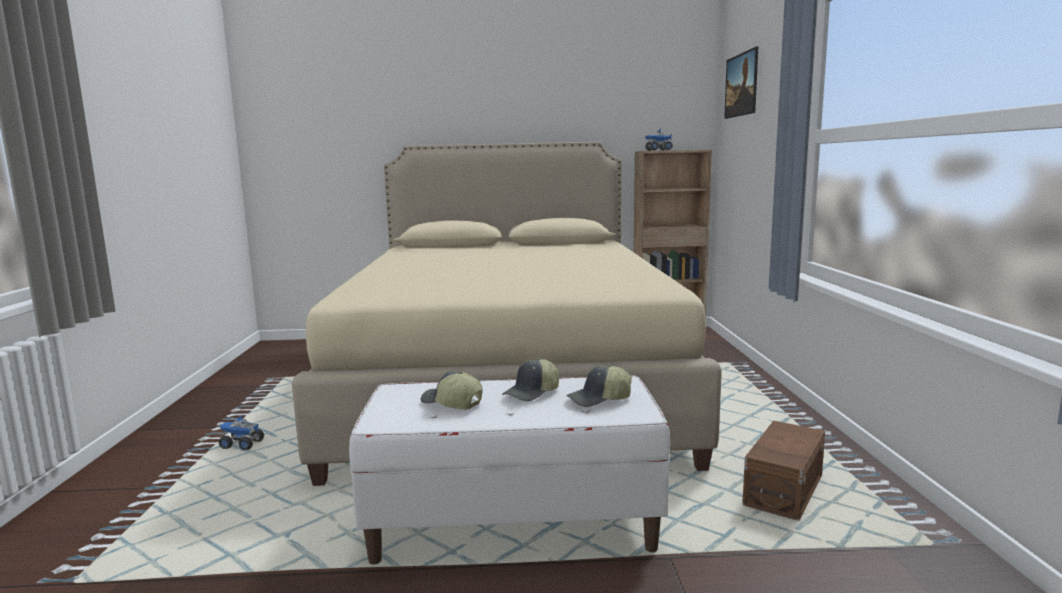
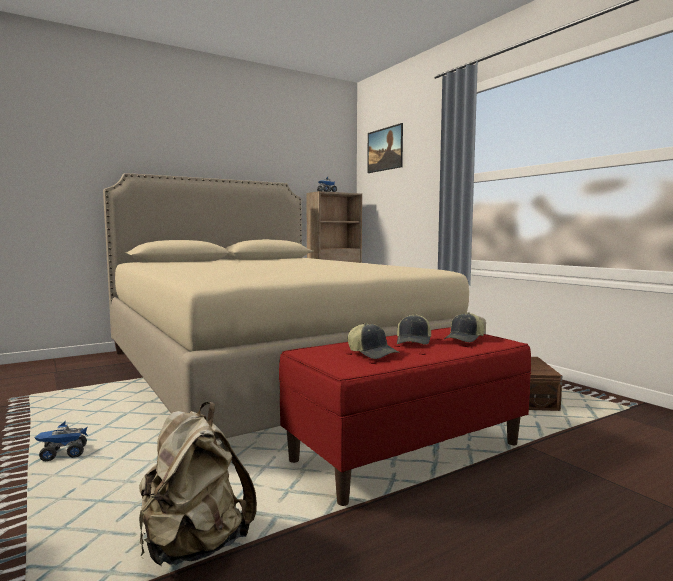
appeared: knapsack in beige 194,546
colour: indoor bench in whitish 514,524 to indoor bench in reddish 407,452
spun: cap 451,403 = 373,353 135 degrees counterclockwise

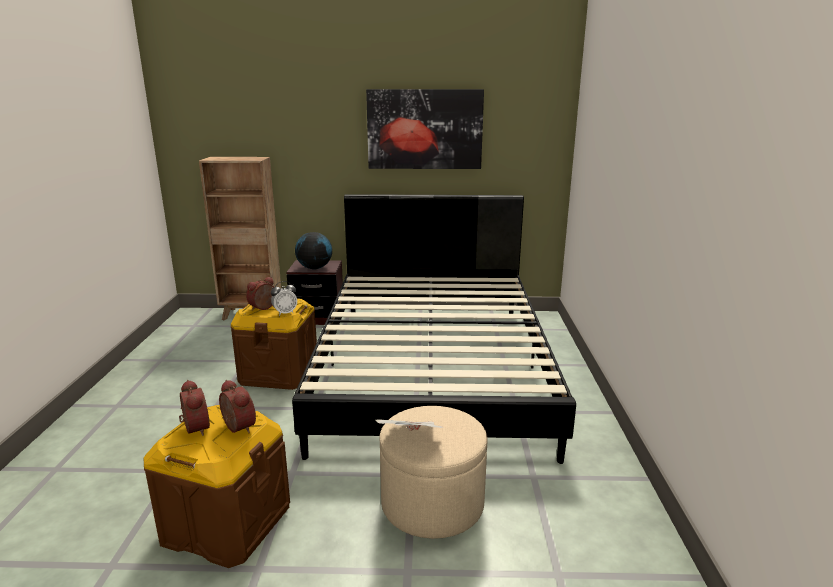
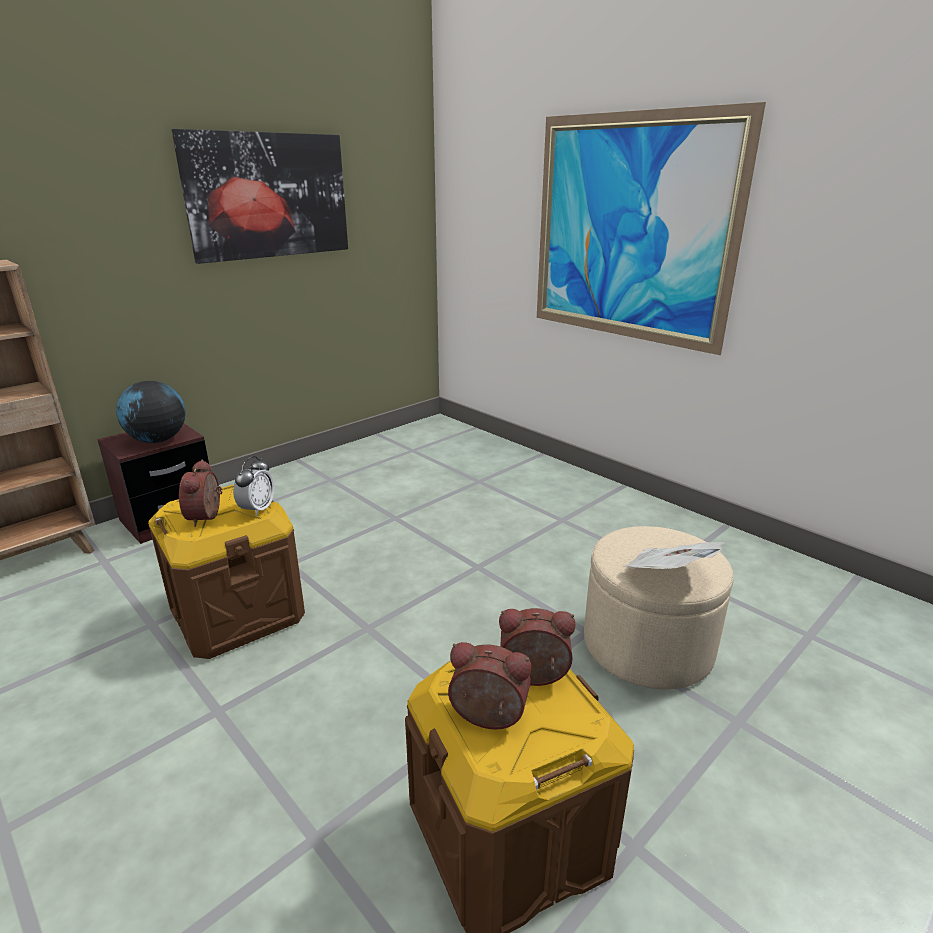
missing: bedroom bed in black-coloured 433,368
appeared: picture 629,230

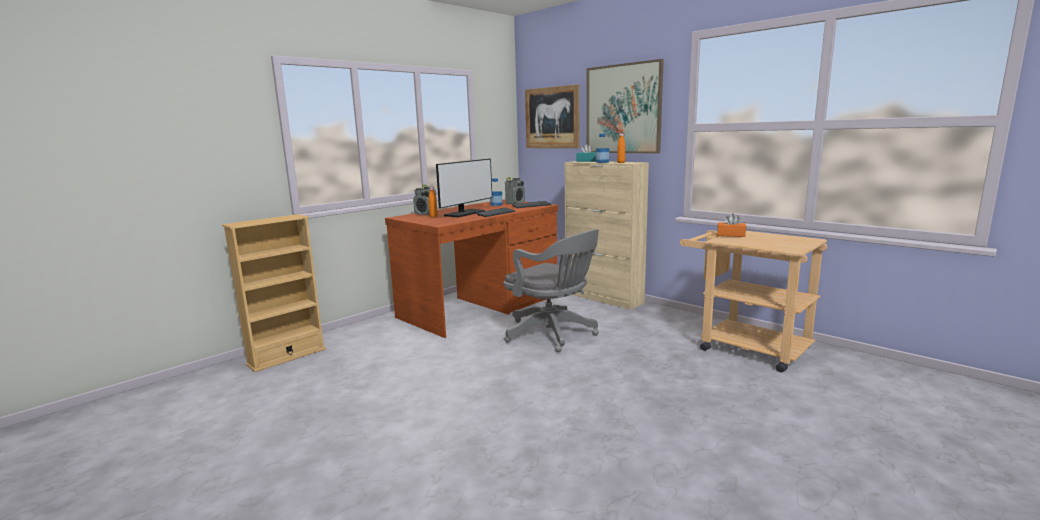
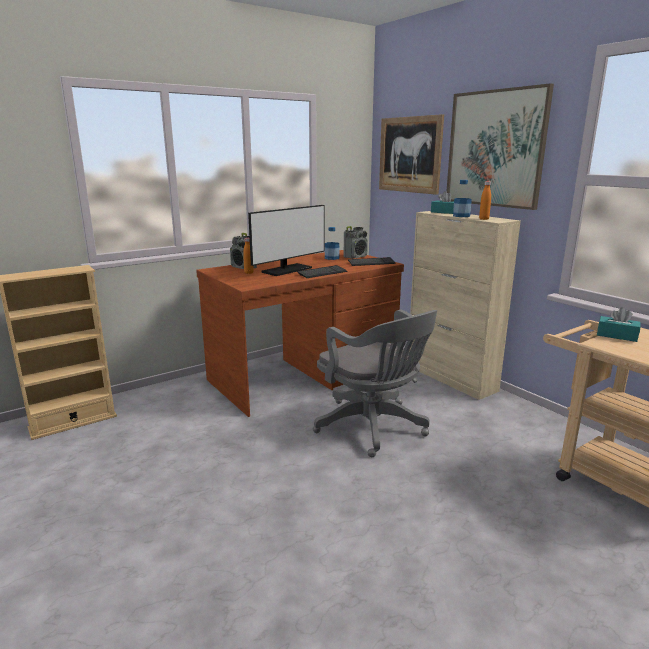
colour: box of tissues in orangey 731,235 to box of tissues in blue-green 617,335

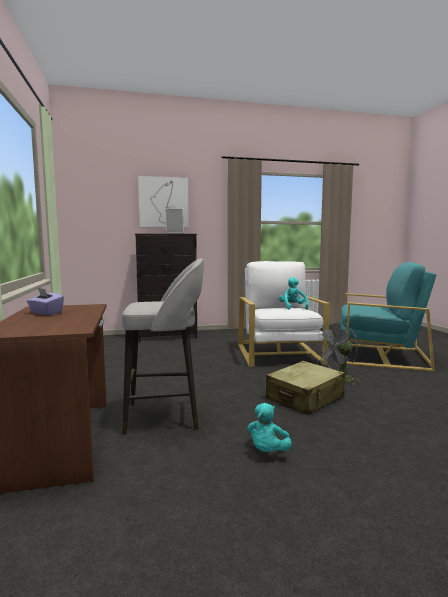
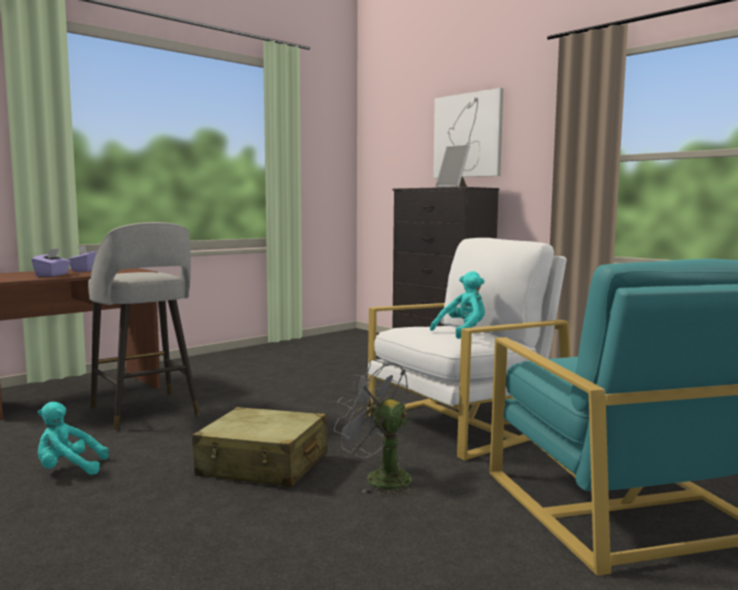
appeared: box of tissues in purplish 52,275

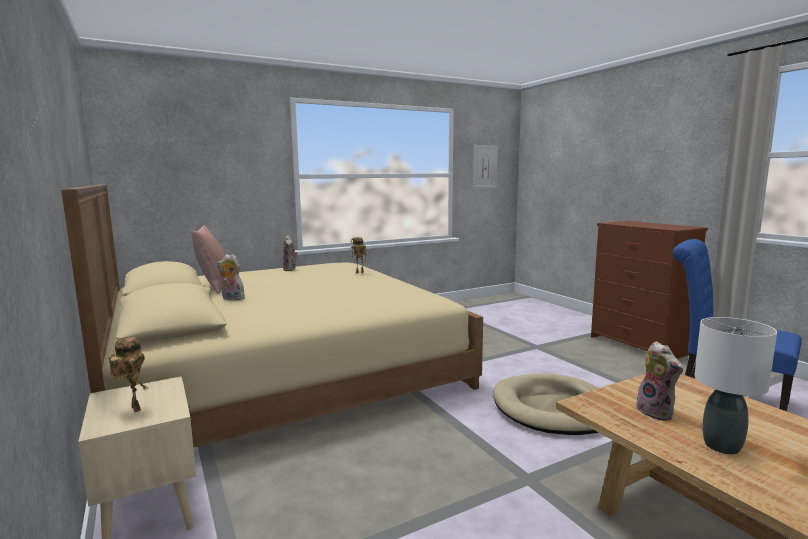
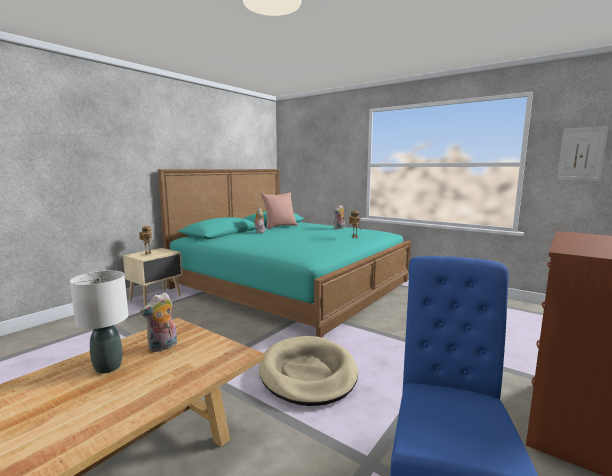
colour: bedroom bed in beige 282,370 to bedroom bed in blue-green 291,284

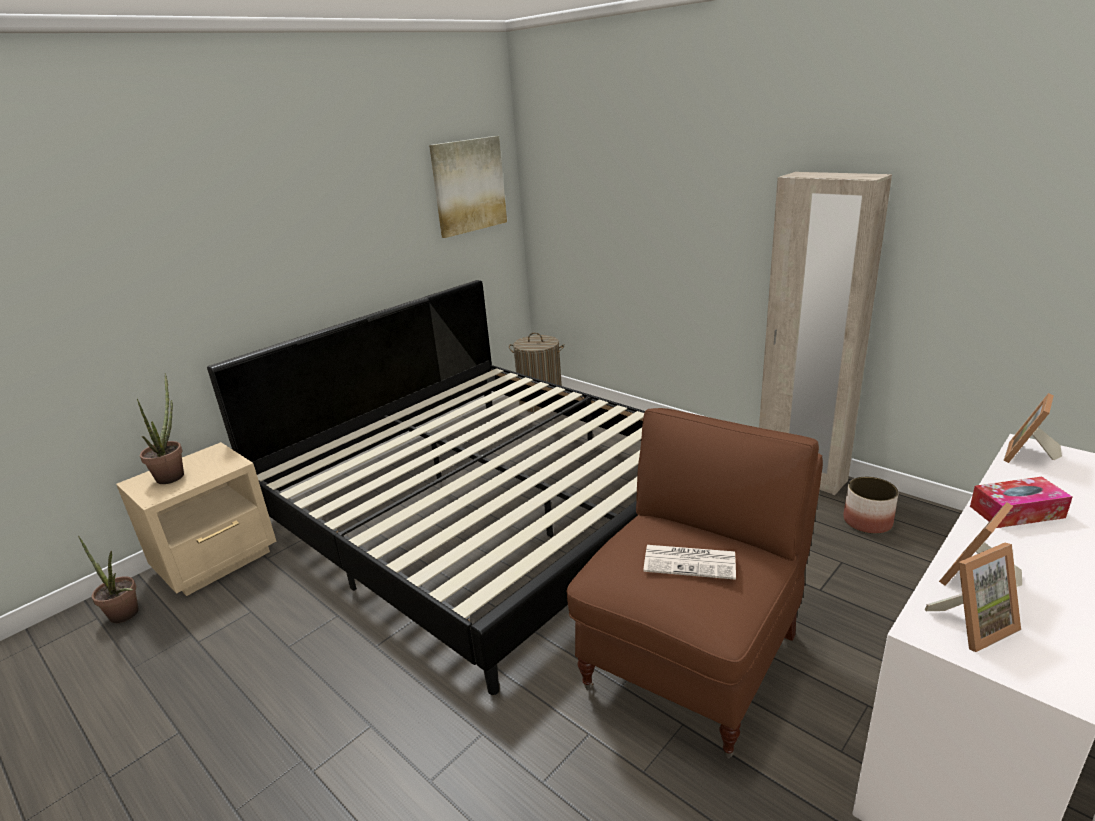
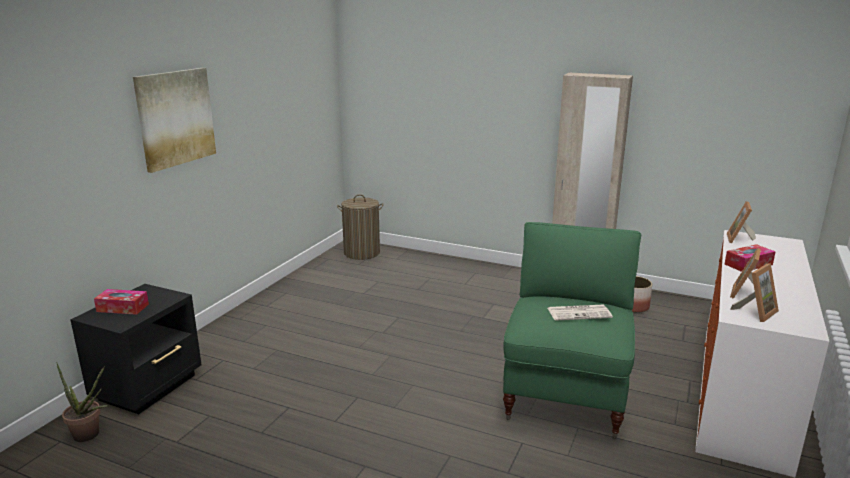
missing: bedroom bed 490,506
relocated: picture 468,186 to 175,118
exchanged: houseplant 173,474 to box of tissues 122,308
colour: night table in beige 218,561 to night table in black-coloured 150,387; armchair in brown 693,660 to armchair in green-coloured 566,394

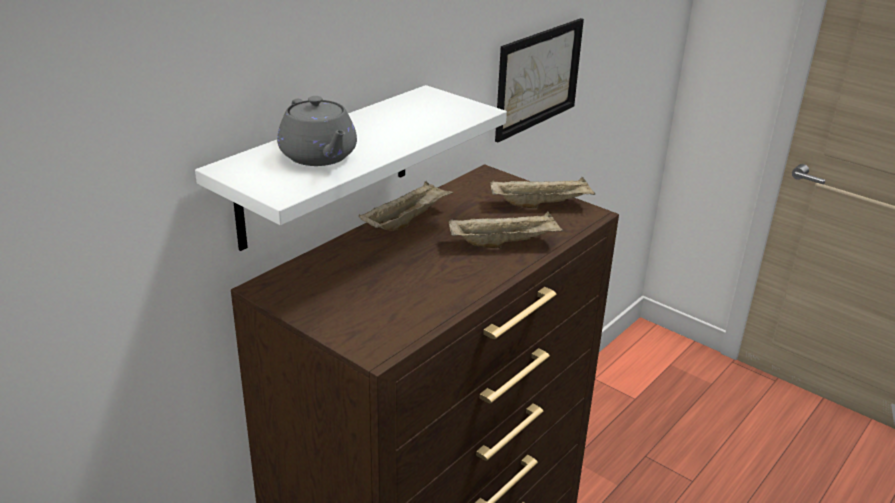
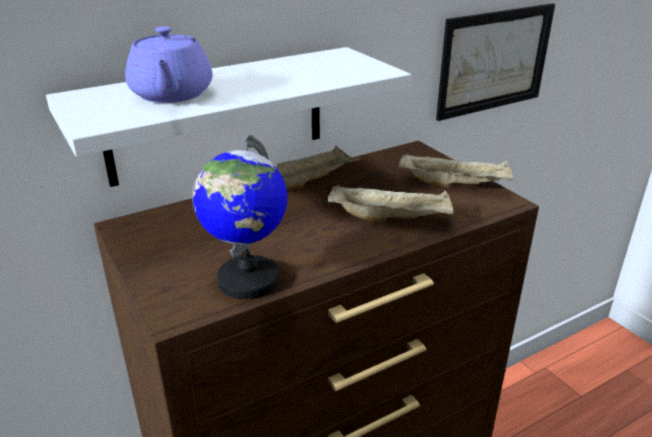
appeared: globe 247,280
colour: teapot in gray 319,156 to teapot in purplish 171,95

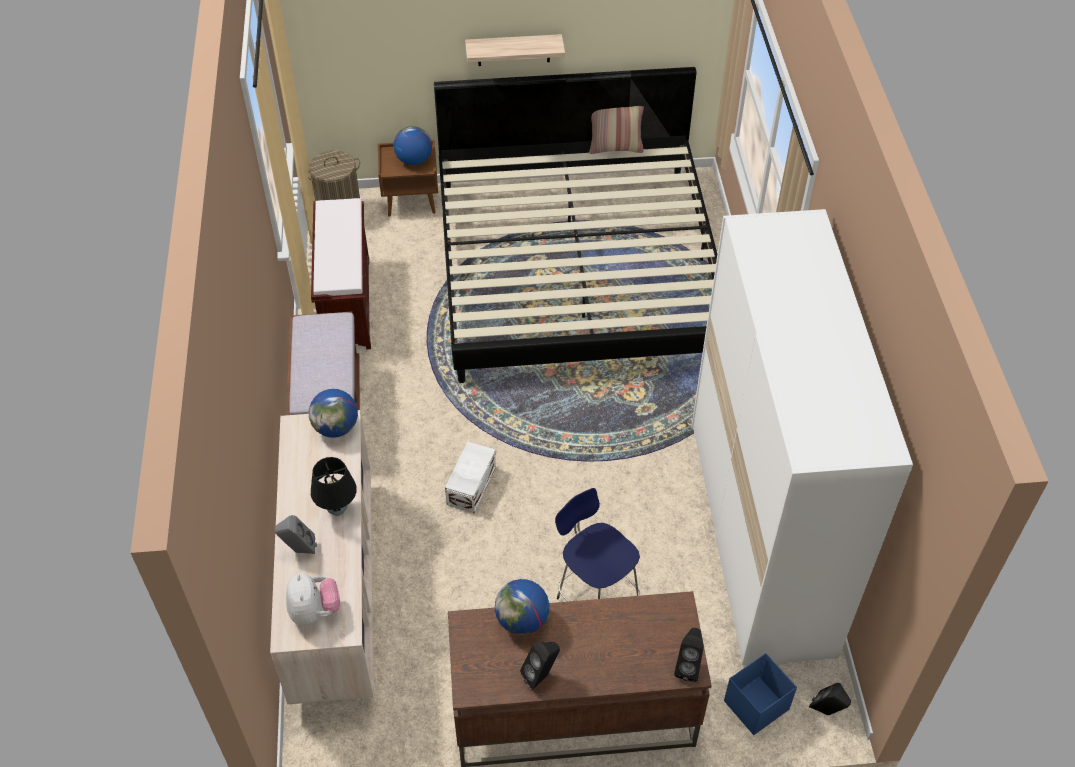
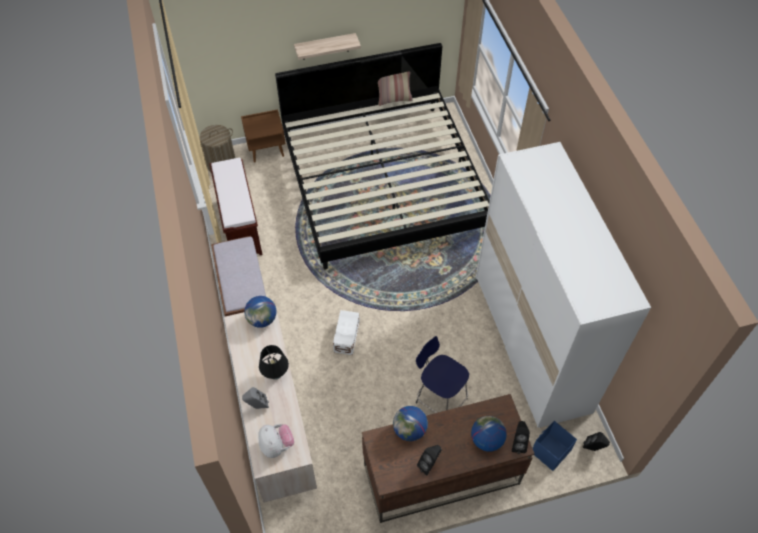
relocated: globe 414,160 to 486,440

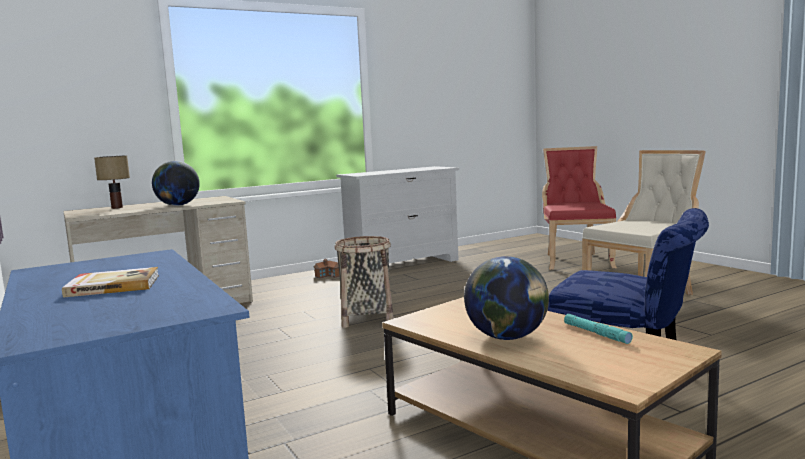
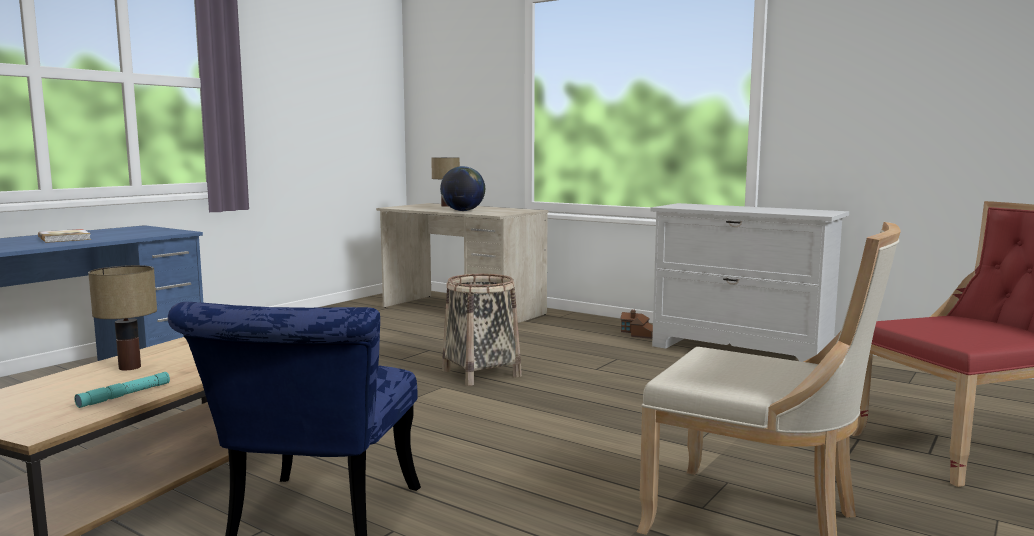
exchanged: globe 507,337 to table lamp 129,367

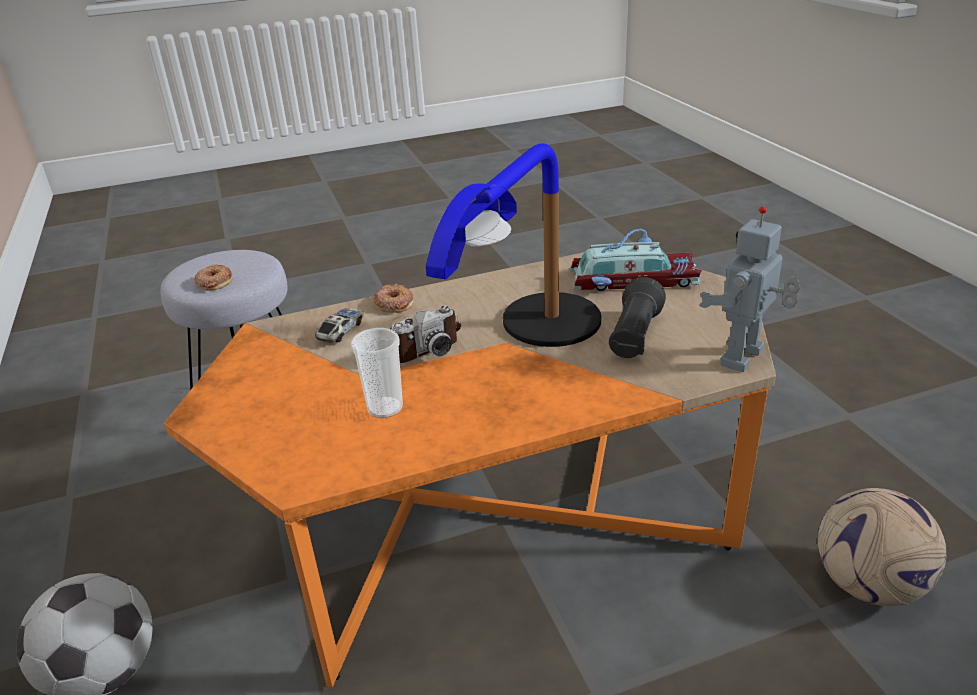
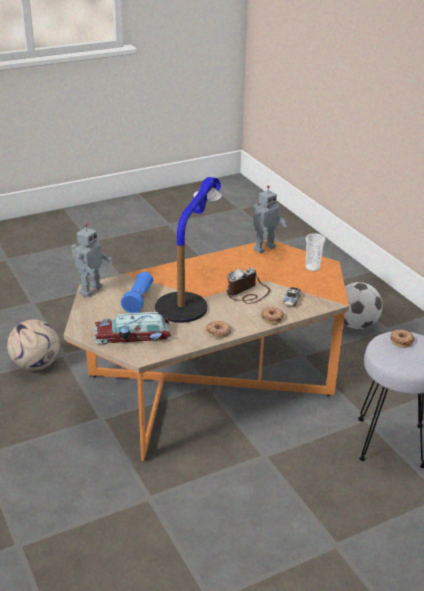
appeared: ring doughnut 218,332; toy robot 263,248
relocated: small cup 385,408 to 312,268
colour: hand torch in black-coloured 634,337 to hand torch in bluish 139,299

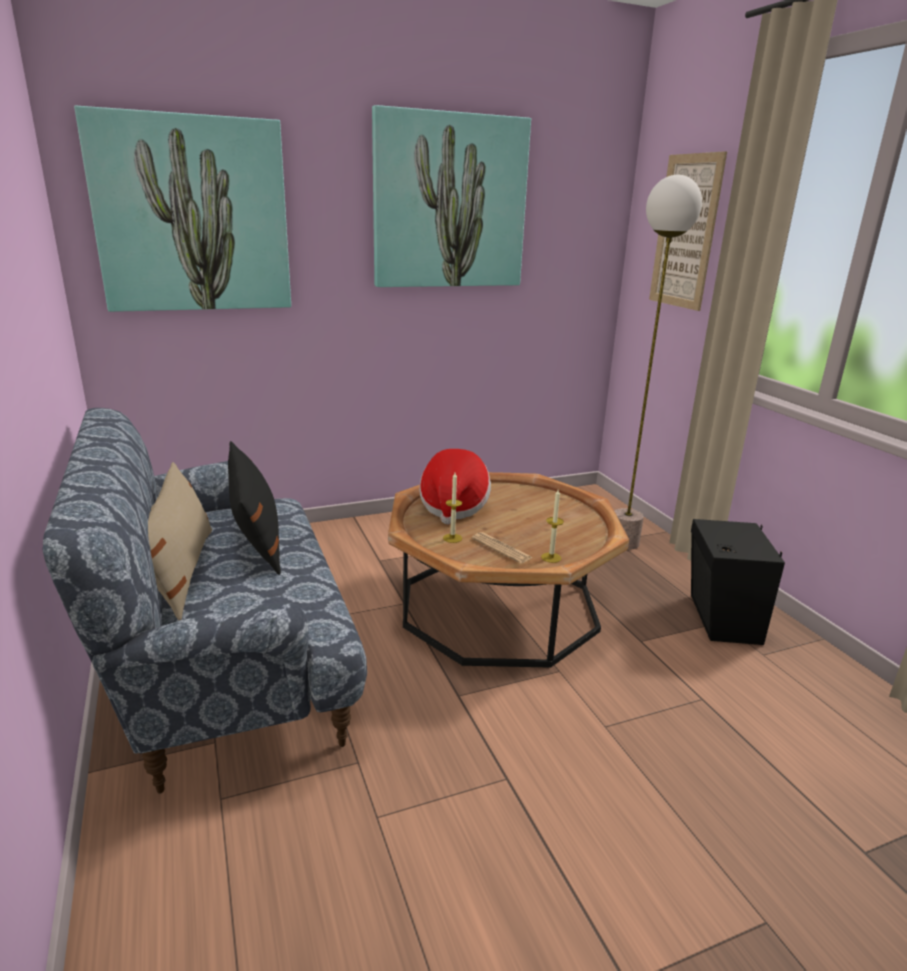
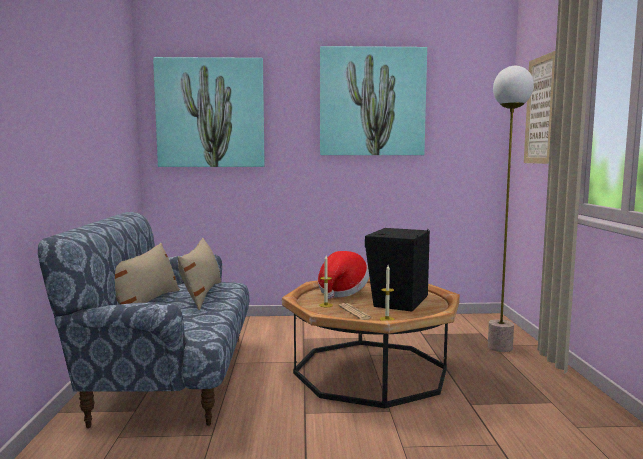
relocated: audio speaker in black-coloured 720,619 to 397,301
colour: pillow in black-coloured 256,537 to pillow in beige 201,294

